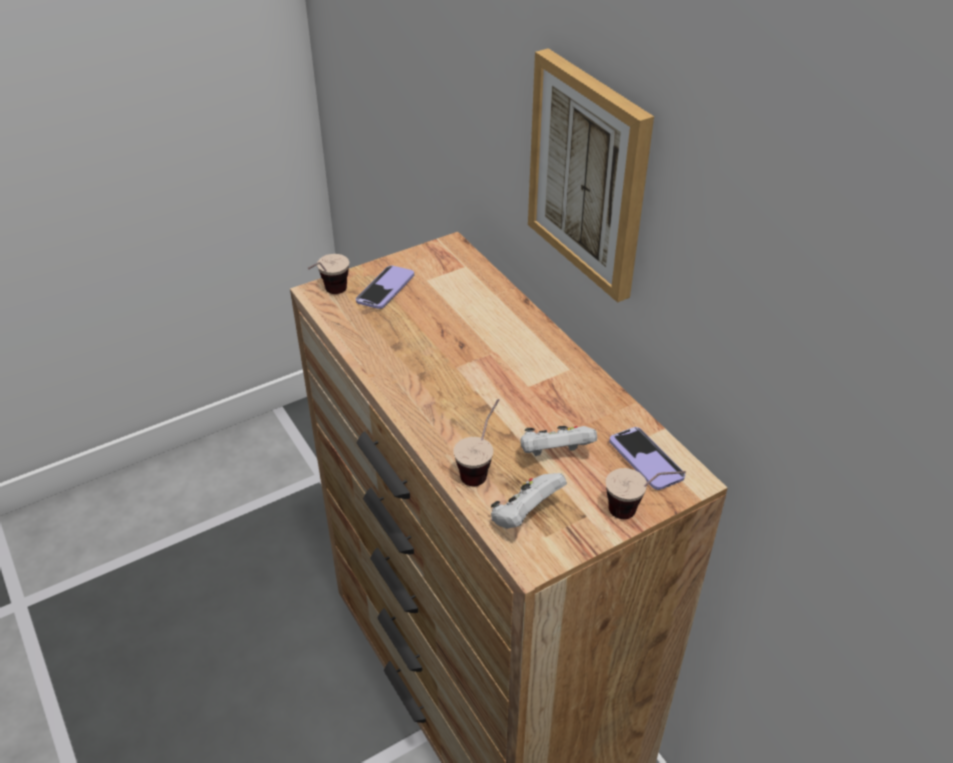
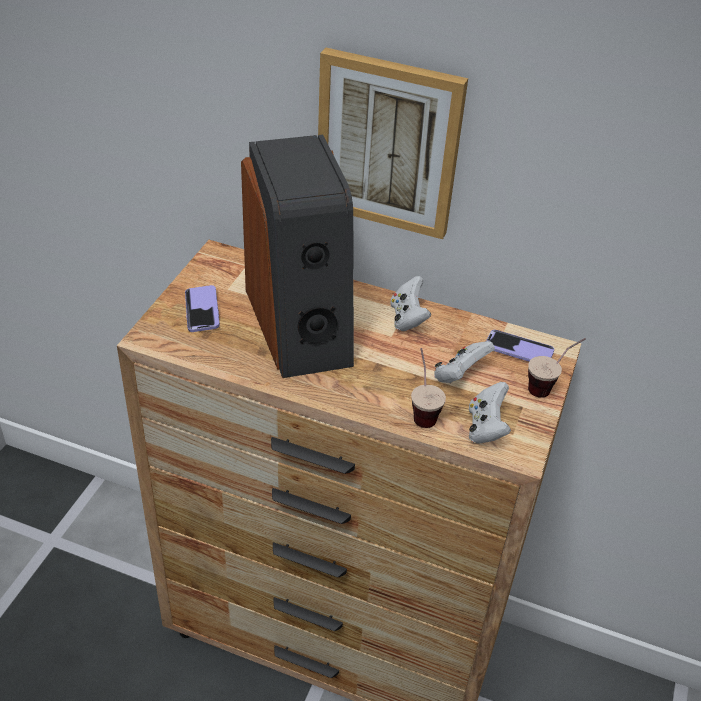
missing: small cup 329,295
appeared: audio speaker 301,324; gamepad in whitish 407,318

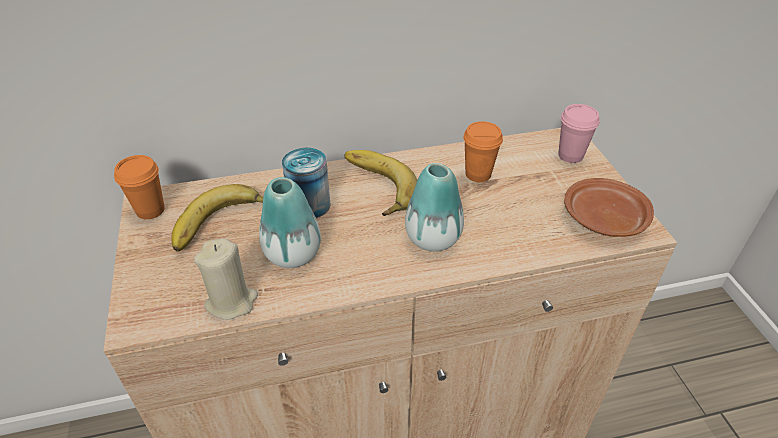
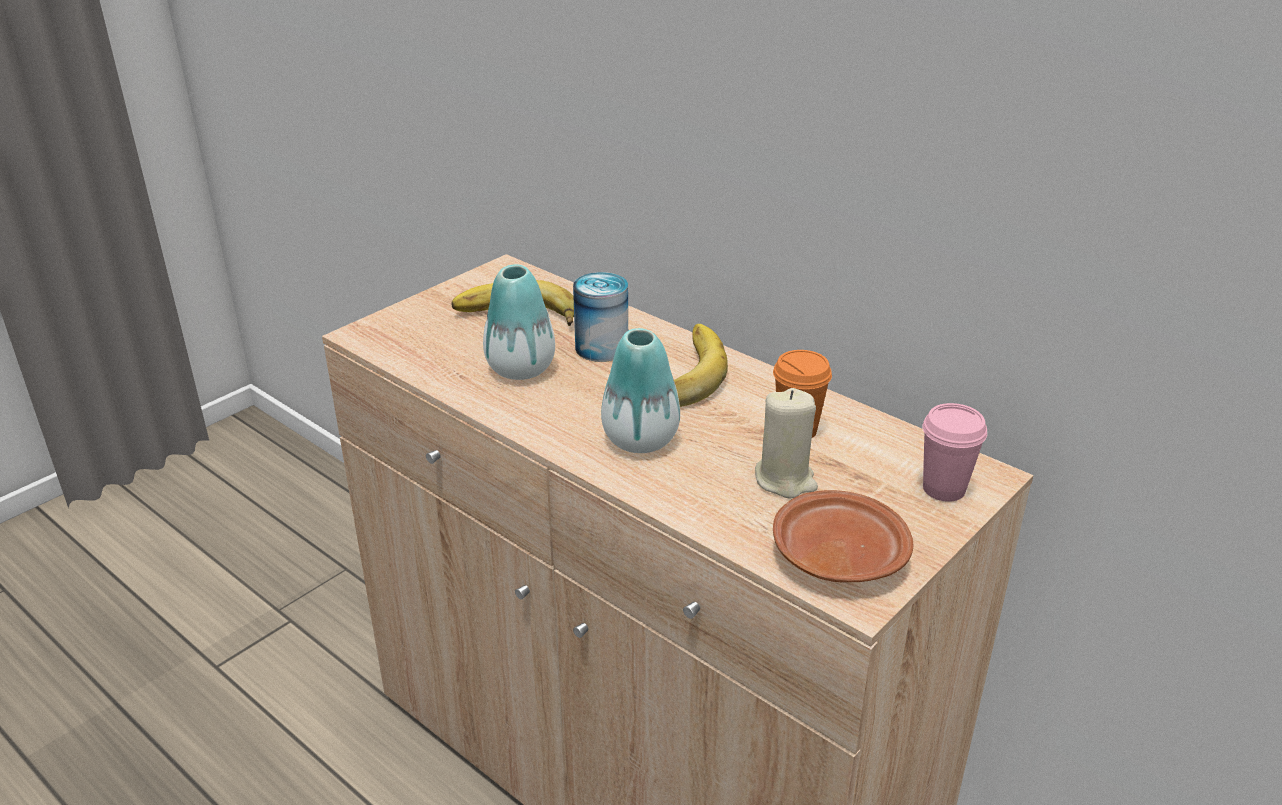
missing: small cup in orangey 150,210
relocated: wax light in beige 232,302 to 785,480

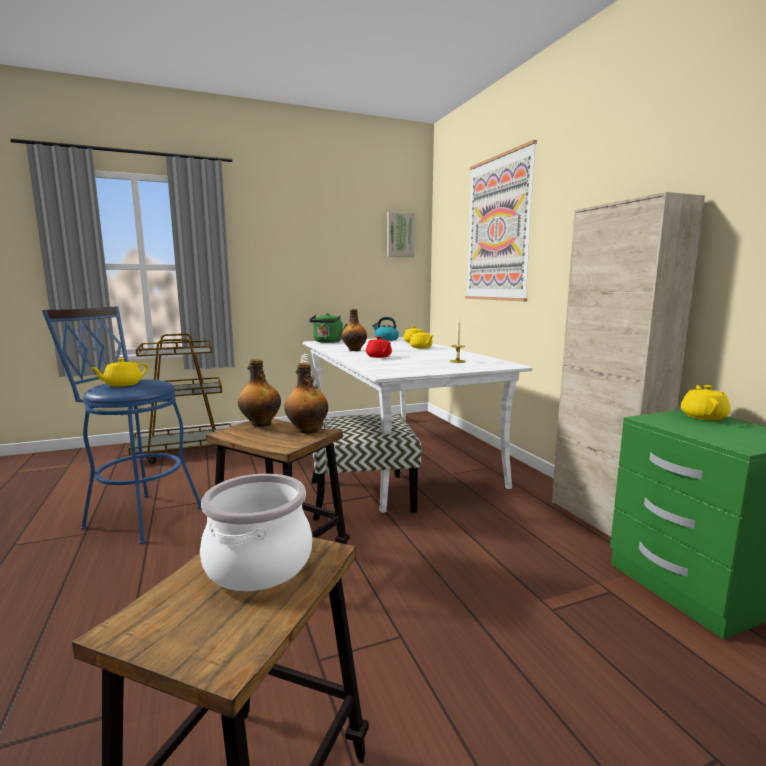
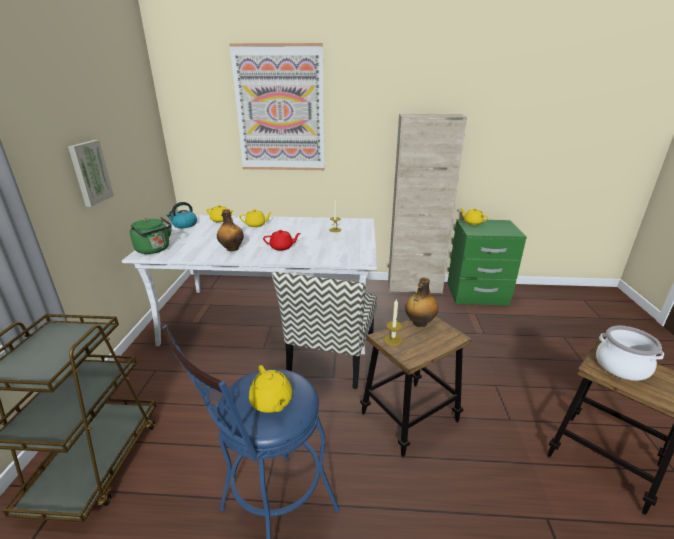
relocated: picture 400,235 to 89,172
exchanged: drink bottle 260,424 to wax light 393,340

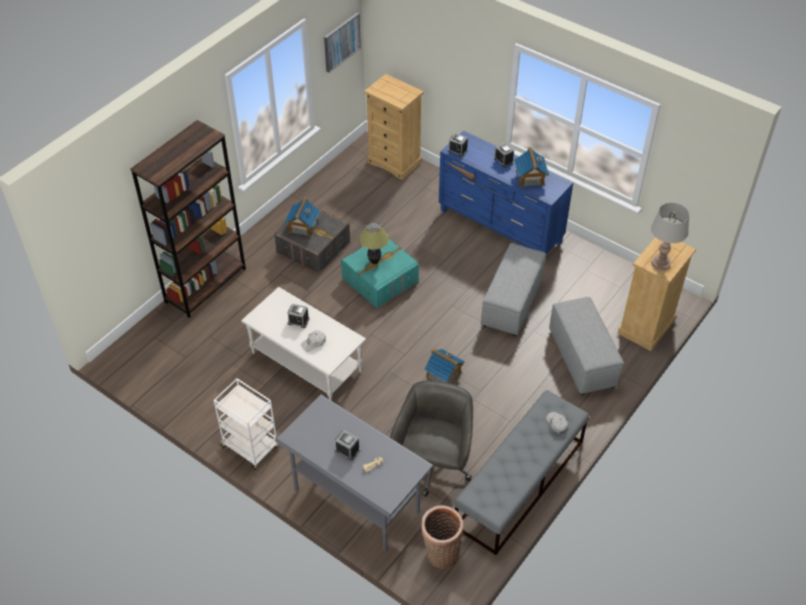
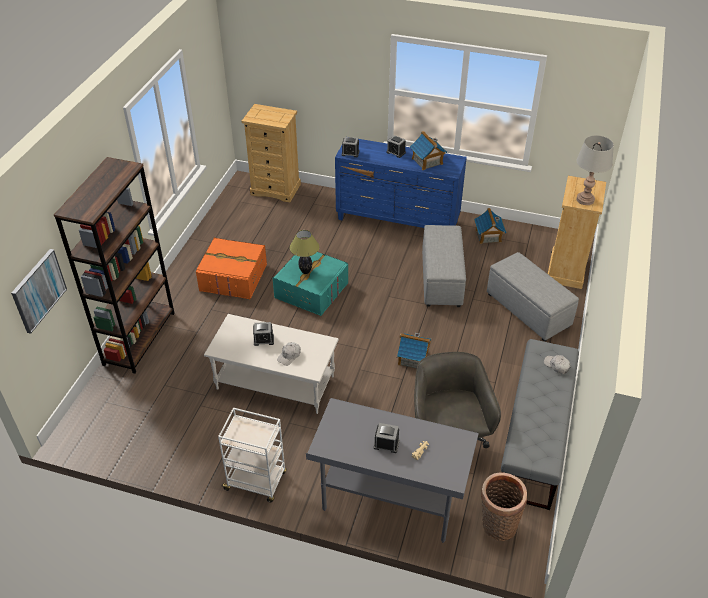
relocated: picture 341,42 to 38,290; model house 303,227 to 488,236
colour: storage container in gray 313,247 to storage container in orangey 233,278

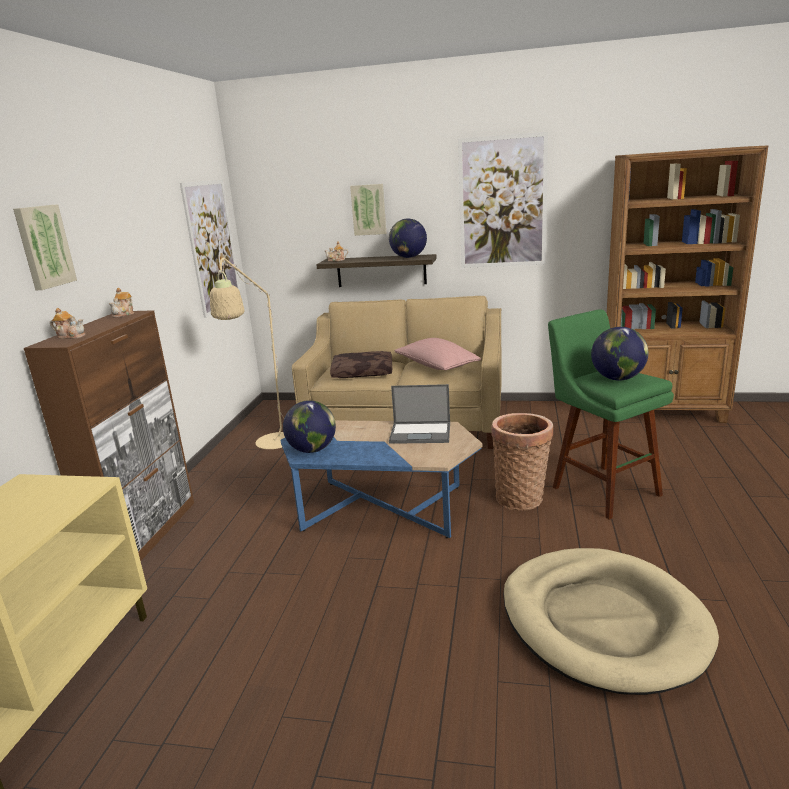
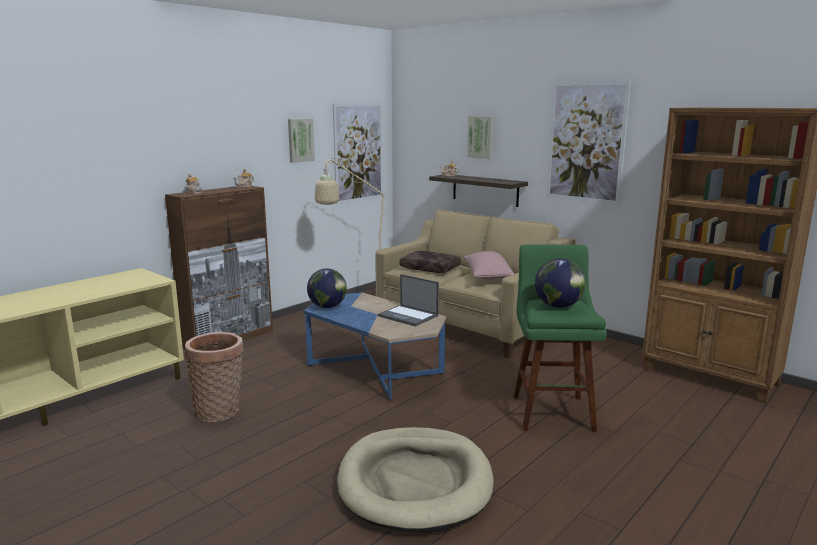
missing: globe 409,257
relocated: storage basket 521,497 to 220,412; picture 43,246 to 300,140

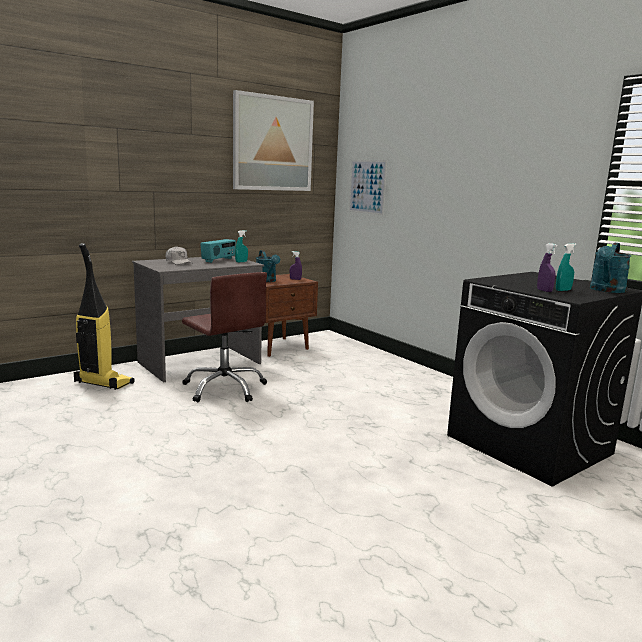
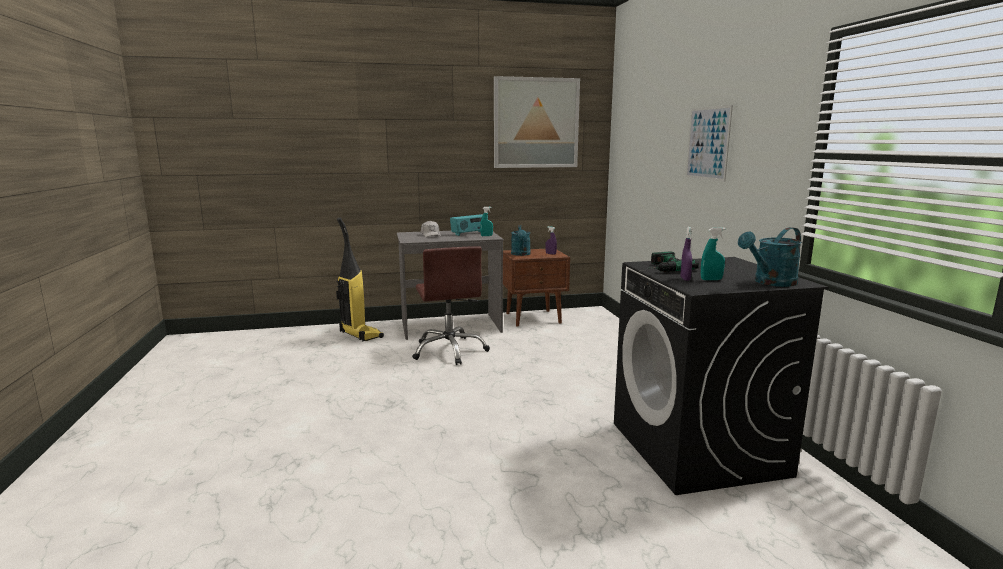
appeared: drill 661,268
relocated: picture 367,186 to 708,143

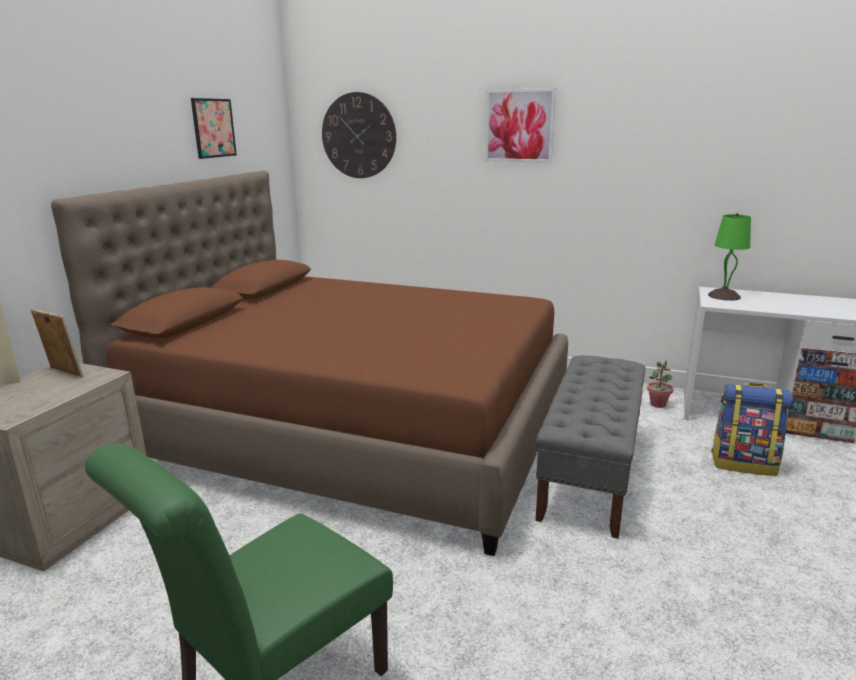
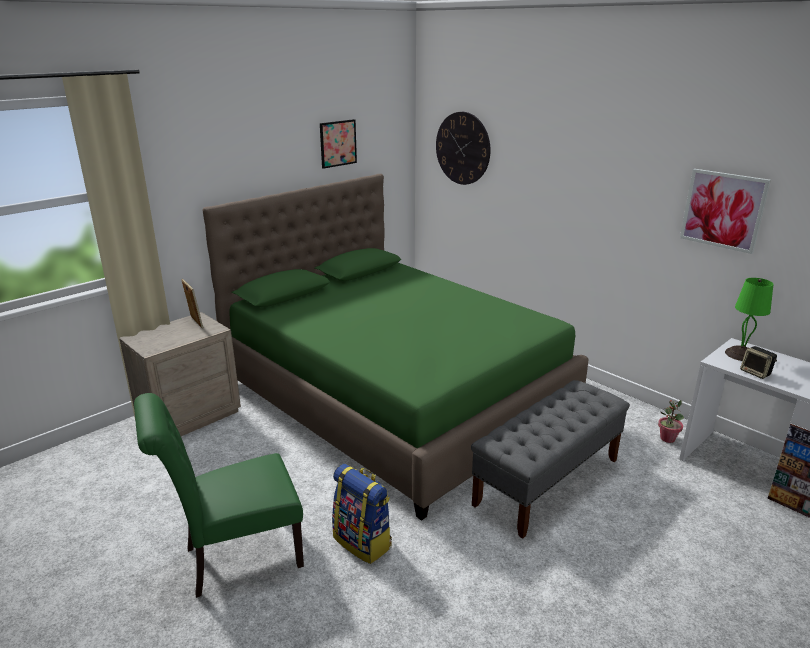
appeared: audio speaker 756,373
relocated: knapsack 744,463 to 363,542; picture 519,126 to 723,210
colour: bedroom bed in brown 355,429 to bedroom bed in green-coloured 395,396

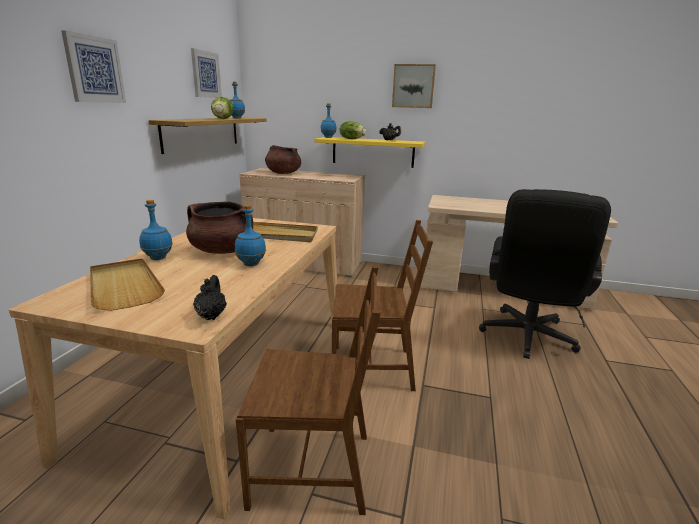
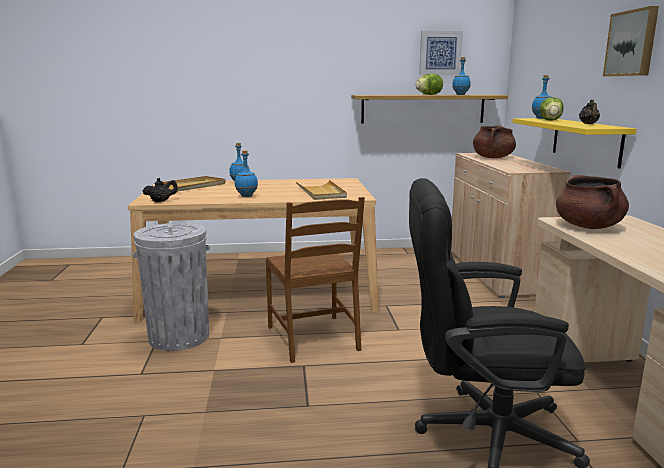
missing: picture 94,70
relocated: cooking pot in brown 222,251 to 588,227
exchanged: chair in brown 313,467 to trash can in gray 179,337

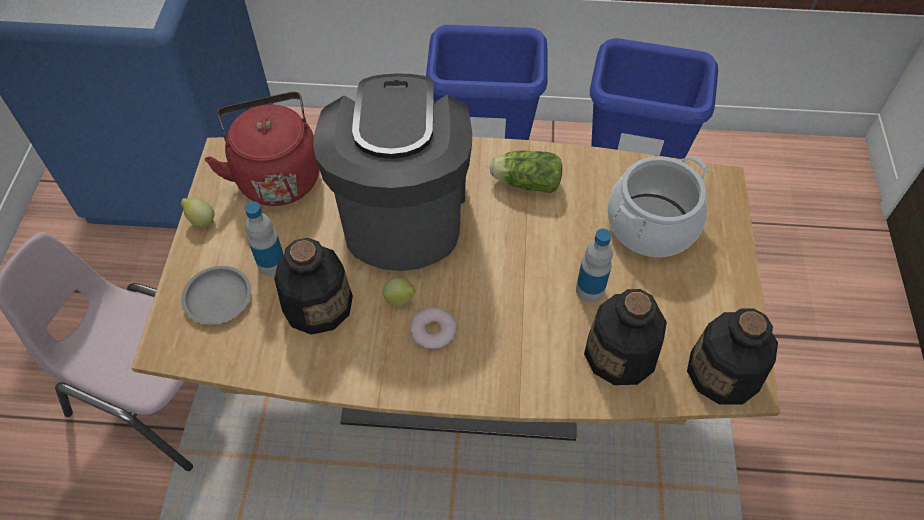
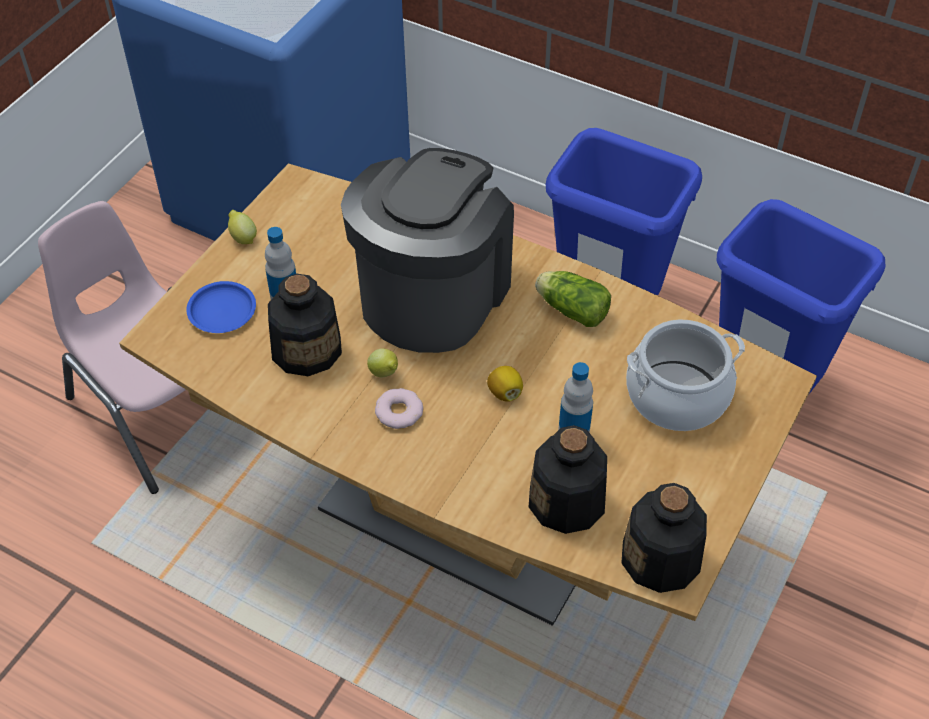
missing: water kettle in reddish 277,175
appeared: lemon 505,392
colour: plate in gray 218,297 to plate in bluish 222,310

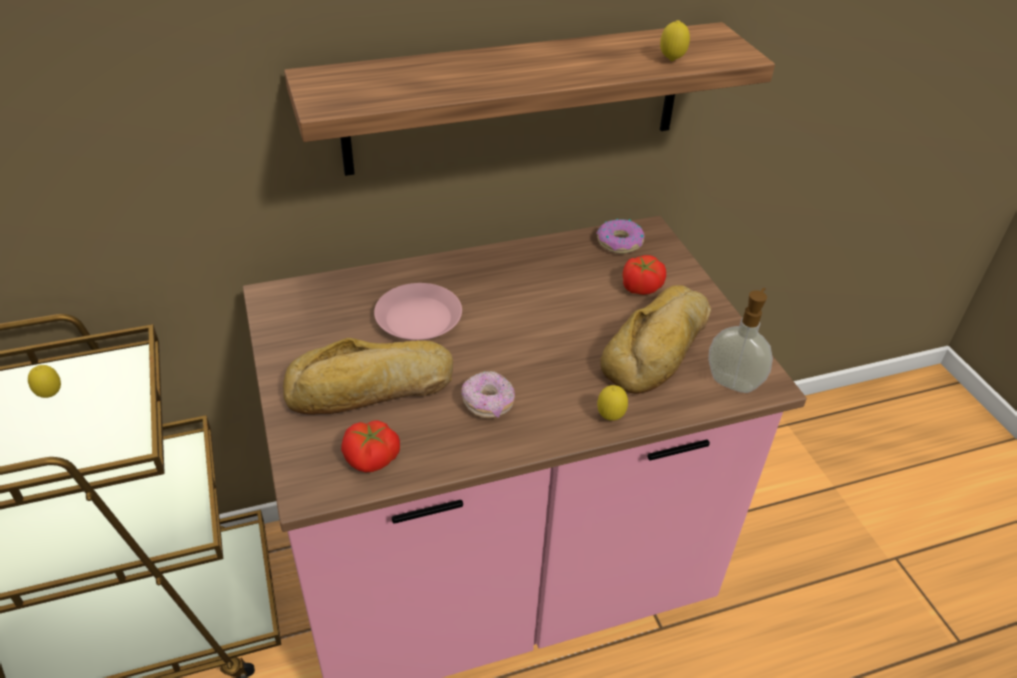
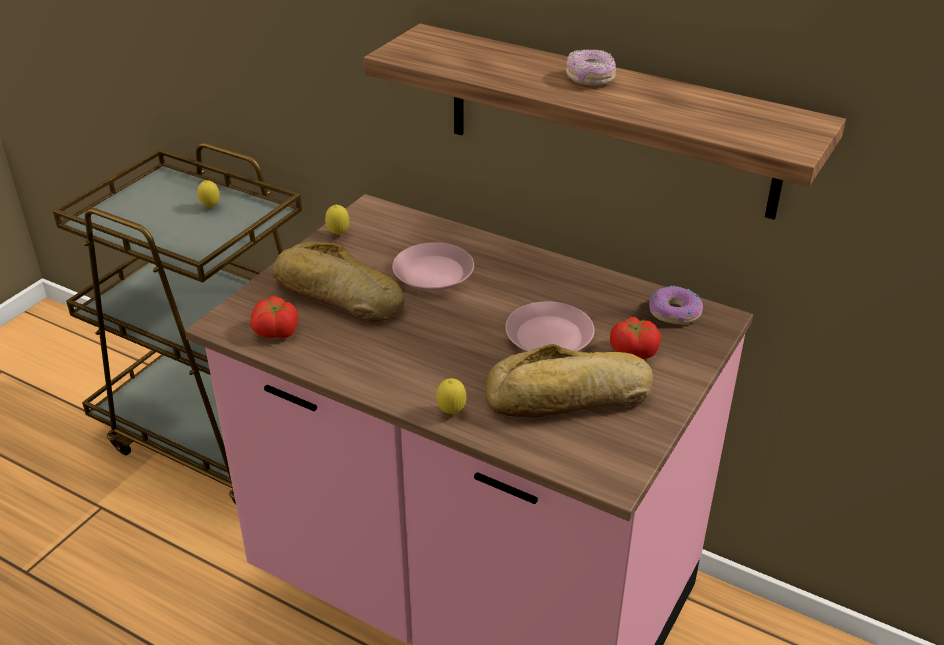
missing: soap bottle 733,382
appeared: plate in pink-coloured 549,336
relocated: lemon 671,61 to 338,234; ring doughnut 488,403 to 590,79

